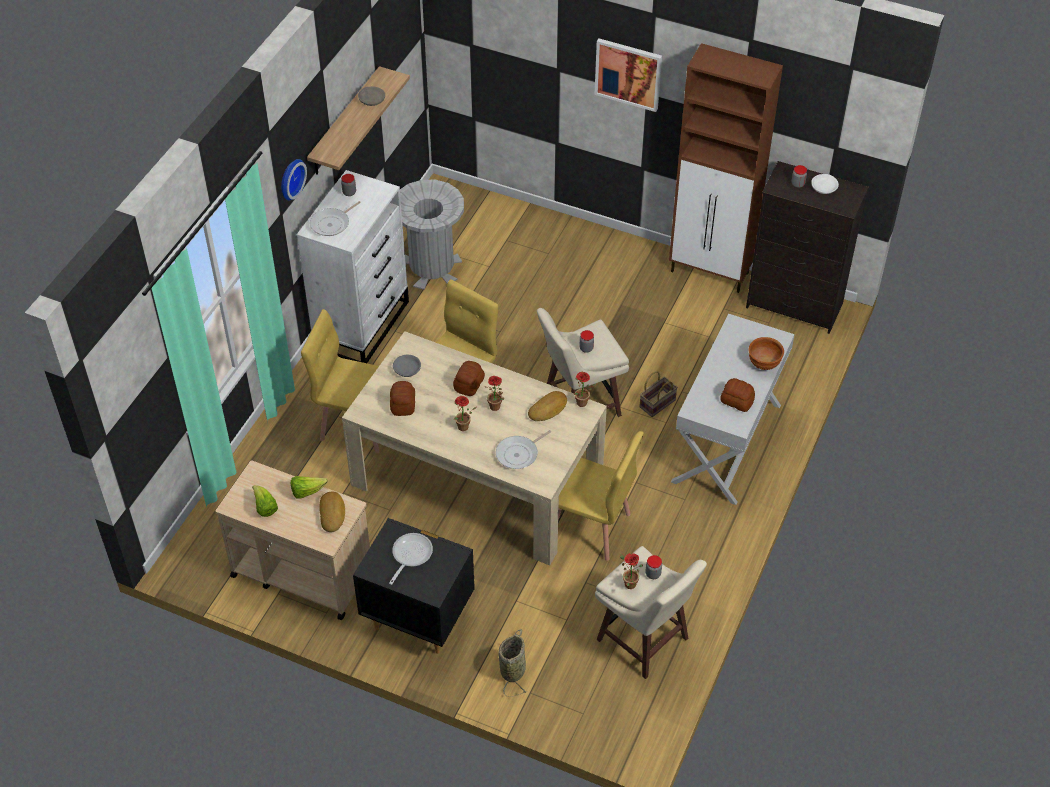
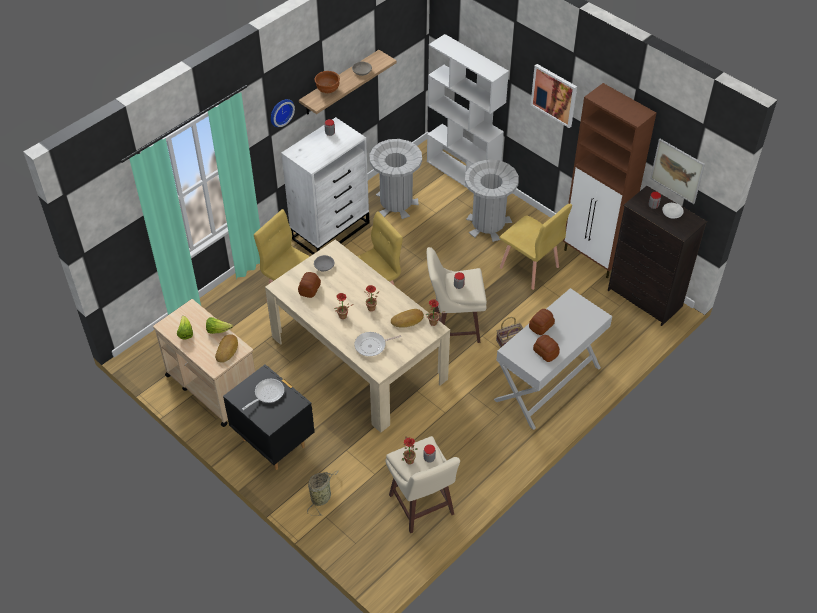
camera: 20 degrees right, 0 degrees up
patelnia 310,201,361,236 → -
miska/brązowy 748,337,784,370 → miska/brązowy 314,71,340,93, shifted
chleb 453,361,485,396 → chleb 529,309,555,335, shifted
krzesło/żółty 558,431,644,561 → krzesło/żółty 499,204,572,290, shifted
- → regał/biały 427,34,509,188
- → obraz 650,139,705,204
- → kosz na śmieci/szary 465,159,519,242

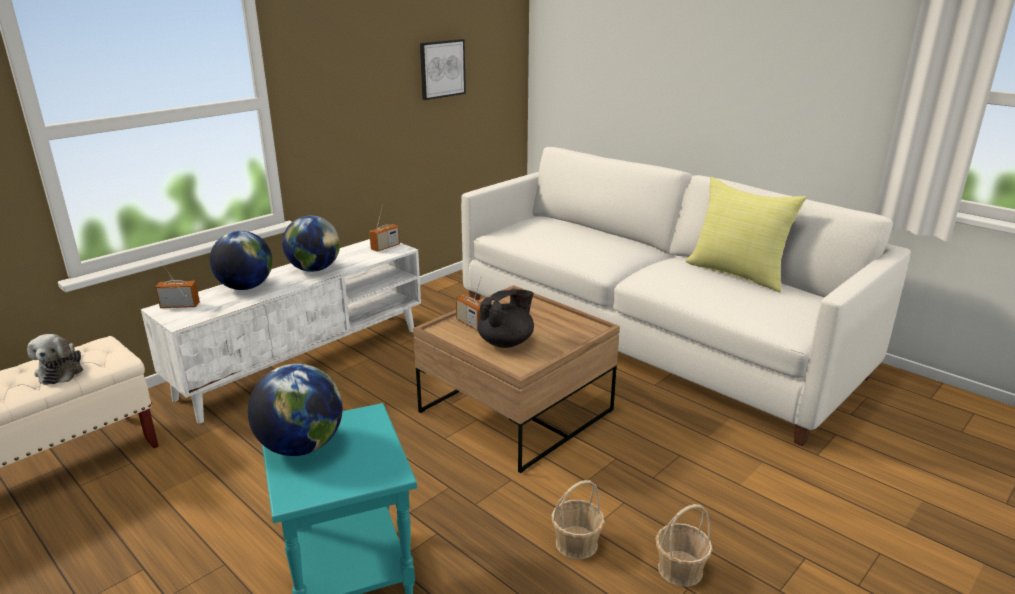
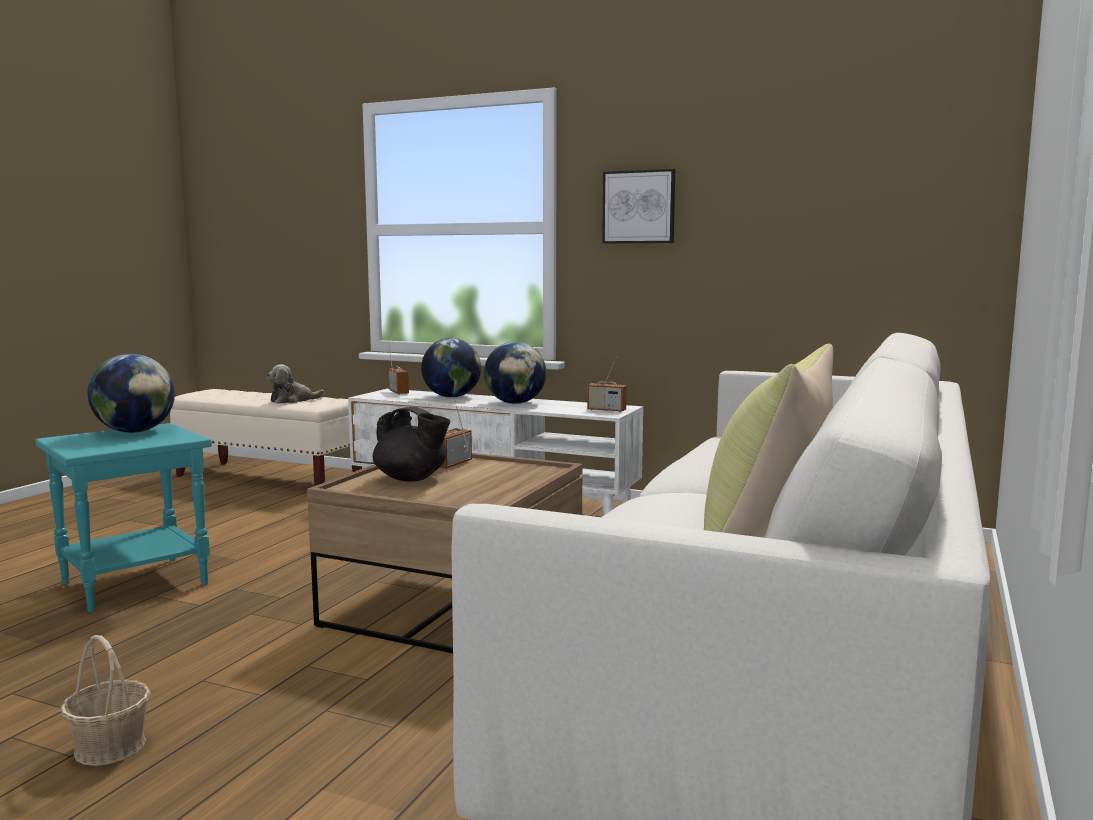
camera: 70 degrees right, 15 degrees down
obraz 420,39,466,100 → obraz 602,169,675,244, shifted
koszyk 552,480,605,559 → -

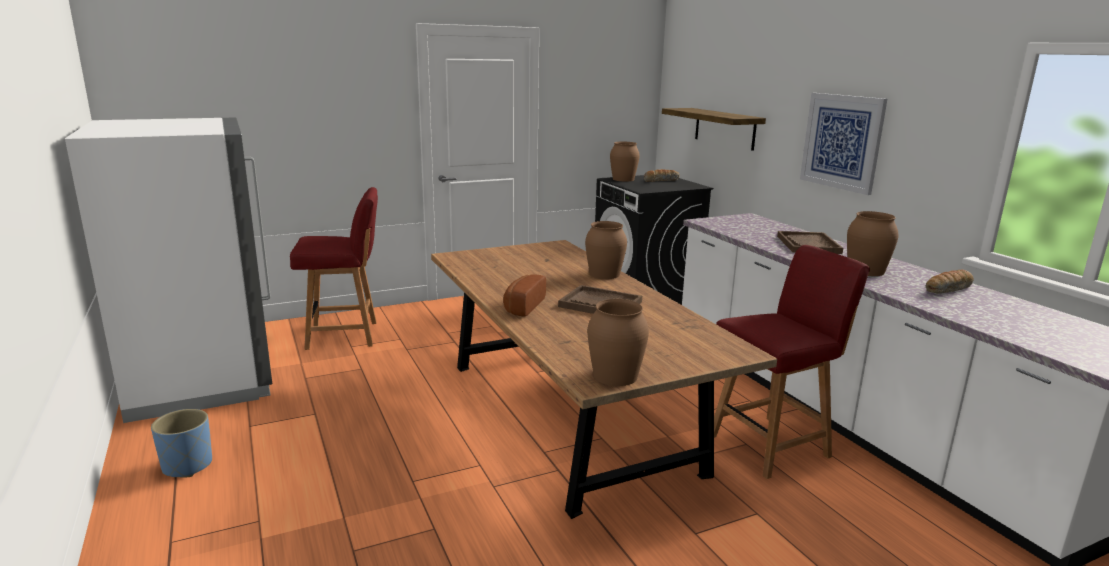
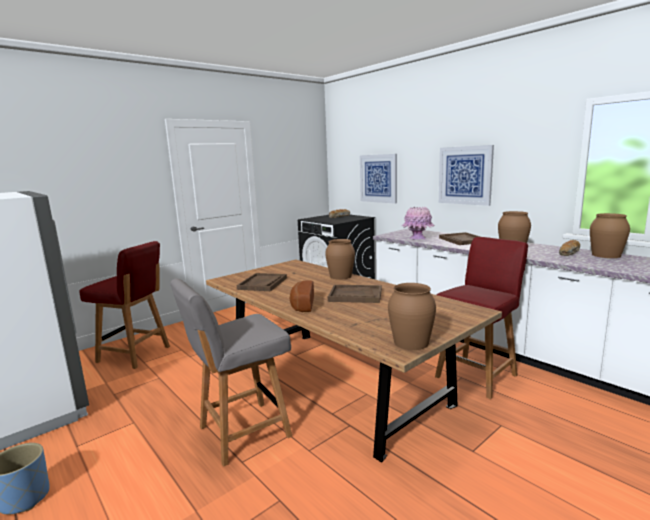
camera: 15 degrees left, 5 degrees down
półka 662,108,766,151 → obraz 360,154,397,204
wazon/brązowy 610,142,640,181 → wazon/brązowy 590,213,630,258, shifted
krzesło/czerwony 290,187,378,350 → krzesło/czerwony 79,241,170,369, 45 degrees clockwise
- → wazon/różowy 401,207,435,239
- → taca/brązowy 237,273,287,291
- → krzesło/szary 171,278,292,467

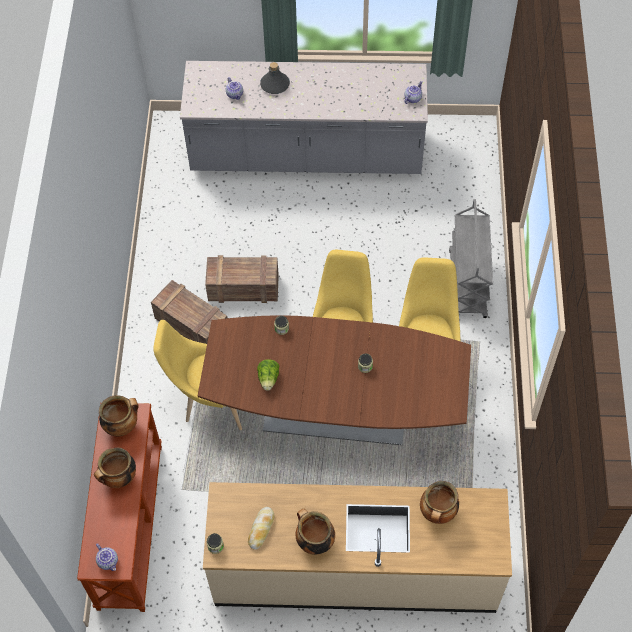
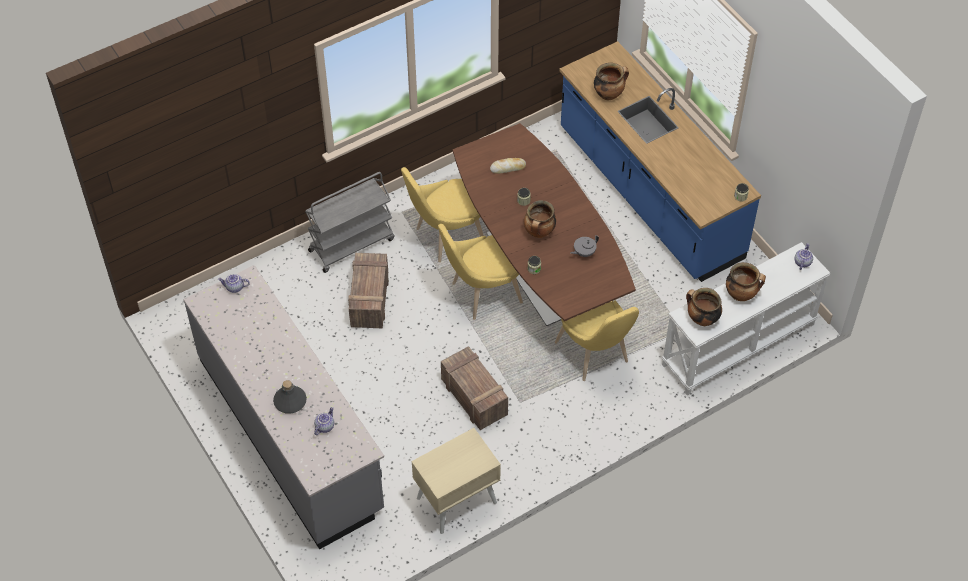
camera: 125 degrees left, 5 degrees down
skrzynka 151,280,228,344 → skrzynka 348,253,389,329, shifted
sałata 257,359,279,391 → imbryk/szary 571,235,599,257
stolik konsolowy/brązowy 77,403,162,612 → stolik konsolowy/biały 662,242,830,396
zabudowa kuchenna/beżowy 203,482,512,613 → zabudowa kuchenna/niebieski 559,41,761,282
chleb 248,507,274,550 → chleb 490,158,526,174, shifted
garnek 295,509,335,555 → garnek 524,200,556,238, shifted
- → szafka nocna/beżowy 411,428,501,534

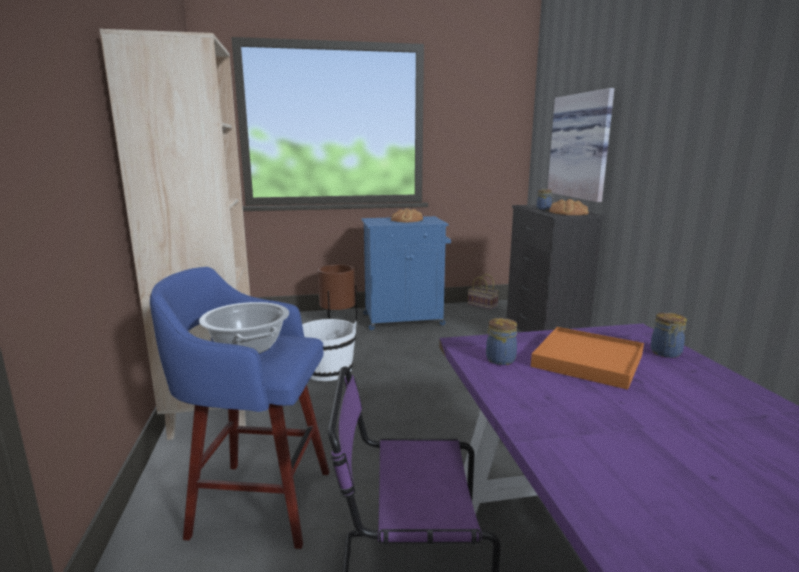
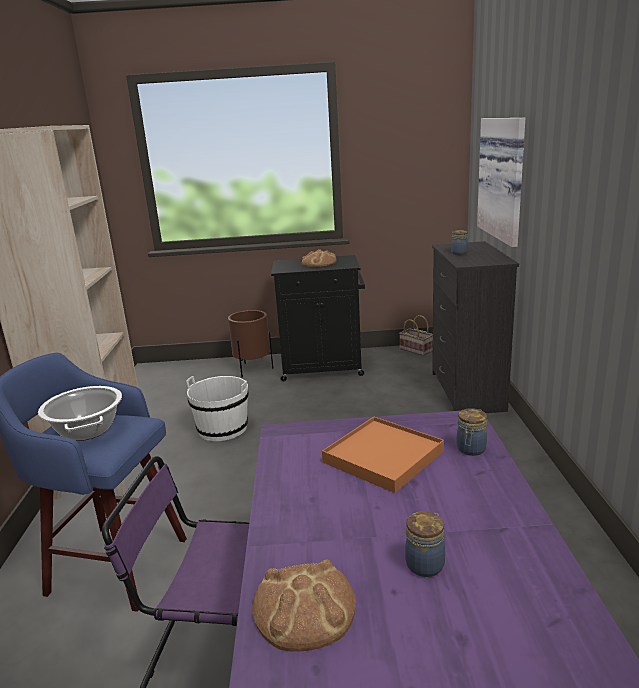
camera: 10 degrees right, 5 degrees up
chleb 549,199,589,215 → chleb 252,560,356,652, shifted
szafka/niebieski 361,216,451,330 → szafka/czarny 271,255,365,381
słoik 486,318,517,365 → słoik 405,511,445,577, shifted

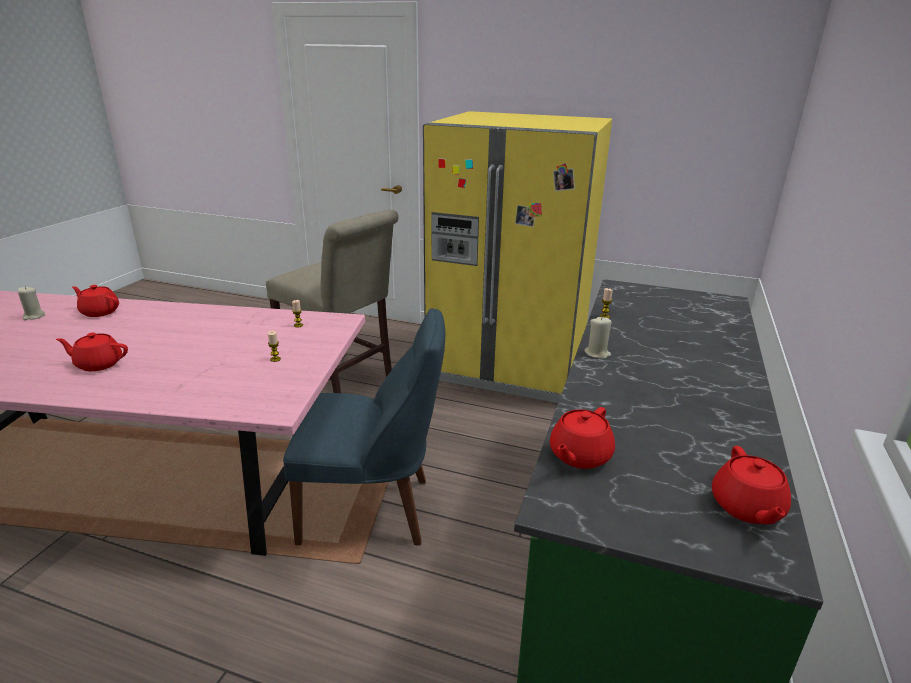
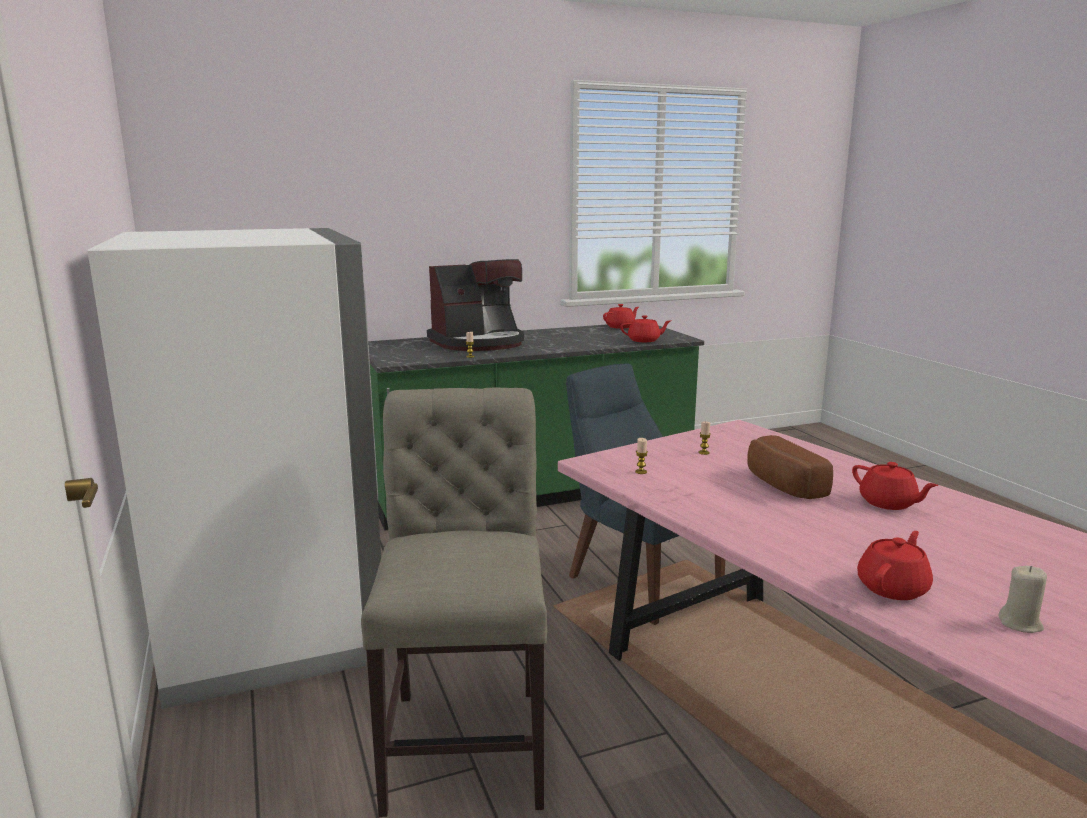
camera: 130 degrees left, 10 degrees down
lodówka/żółty 423,111,612,403 → lodówka/biały 87,228,381,709
imbryk/czerwony 72,285,119,317 → imbryk/czerwony 857,531,933,600, 120 degrees counterclockwise
świeca/beżowy 585,316,612,359 → -
- → ekspres do kawy 427,259,524,351
- → chleb 747,435,833,499

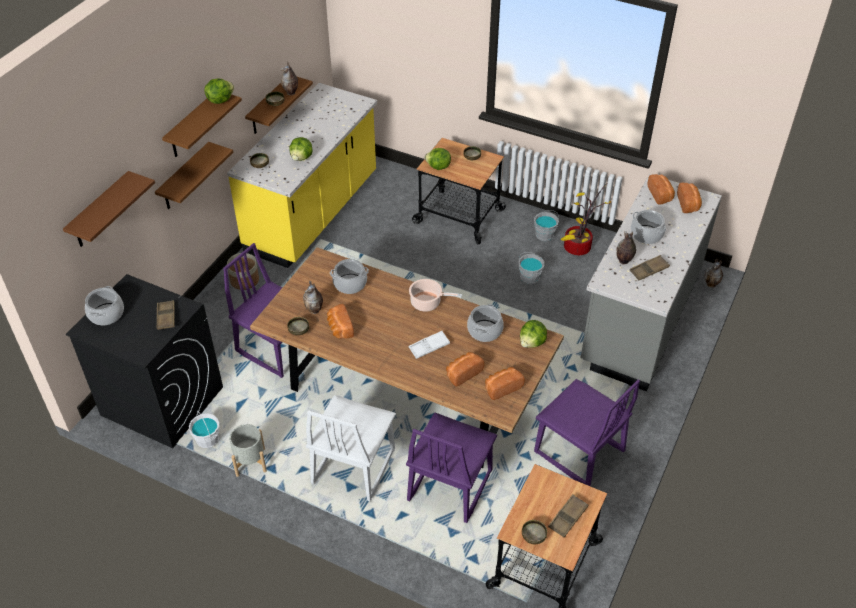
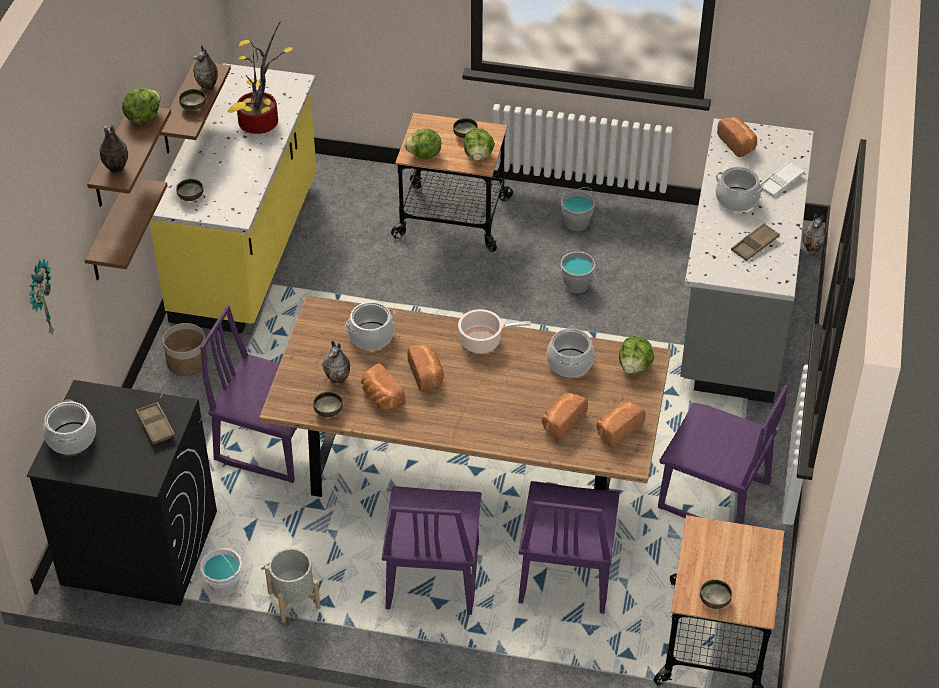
camera: 15 degrees left, 0 degrees up
sałata 290,137,313,161 → sałata 464,128,495,161, shifted
półka/brązowy 63,171,155,247 → zegar ścienny 29,258,54,335
roślina doniczkowa 561,183,611,255 → roślina doniczkowa 227,22,293,134, shifted
chleb 677,183,702,213 → chleb 407,345,444,392, shifted
wazon 616,231,636,264 → wazon 99,125,128,174, shifted
taca/biały 409,331,450,359 → taca/biały 760,161,804,197, shifted
krzesło/biały 306,395,396,501 → krzesło/fioletowy 382,486,481,615
taca/brązowy 548,494,589,537 → -

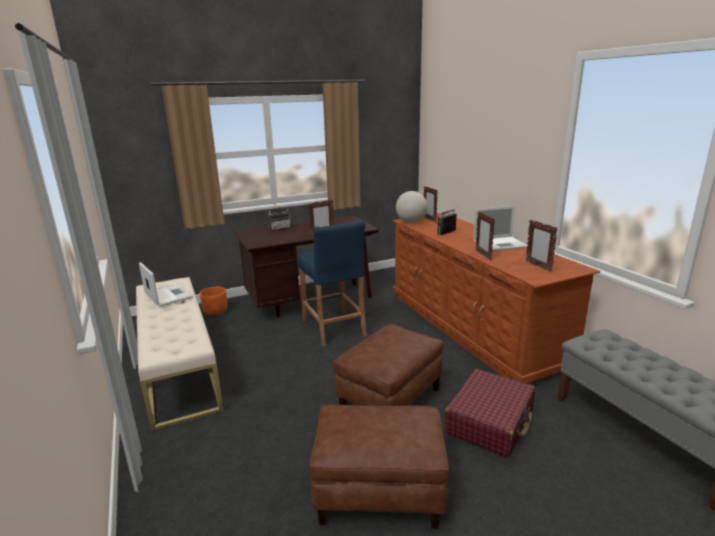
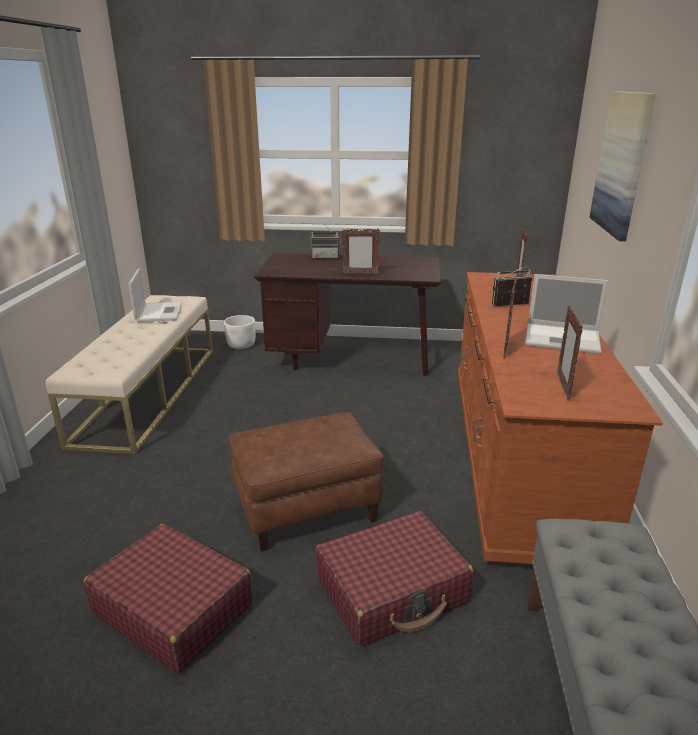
camera: 30 degrees right, 5 degrees up
globus 396,191,427,223 → -
stołek/niebieski 298,221,367,346 → -
donica/pomarańczowy 200,287,227,315 → donica/biały 224,315,255,349
pufa/brązowy 309,405,449,529 → walizka/czerwony 84,524,252,673
- → obraz 590,91,656,241

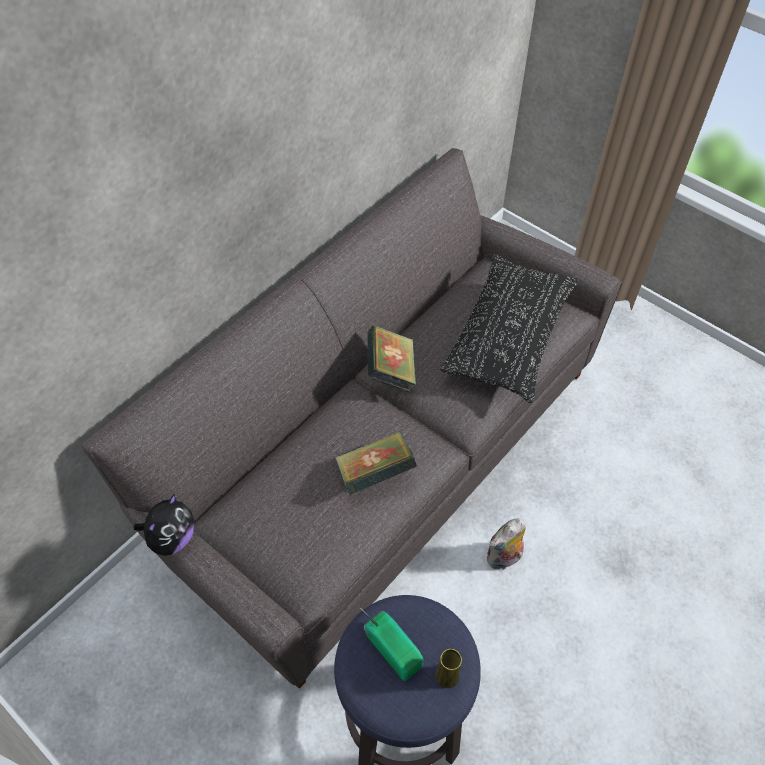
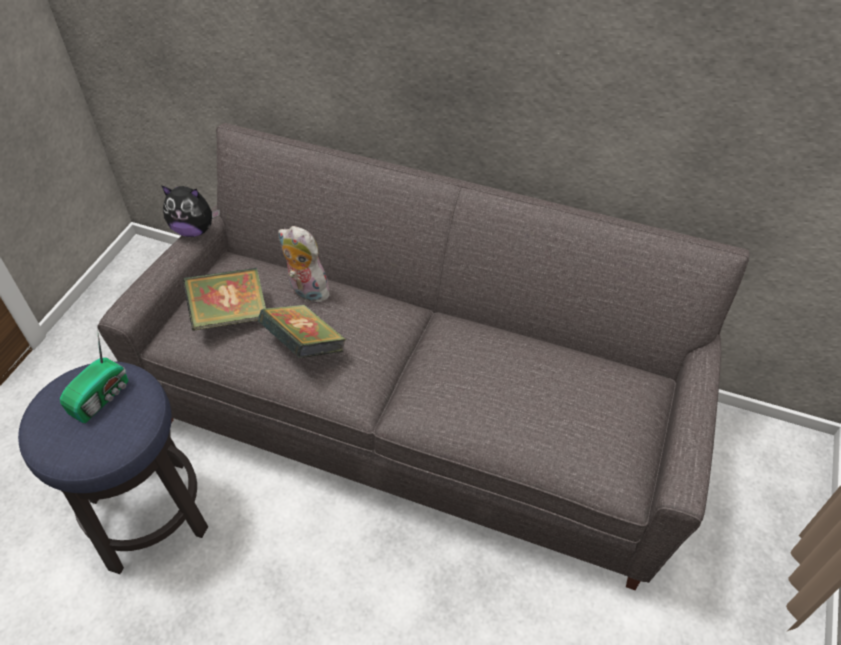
camera: 70 degrees right, 5 degrees down
poduszka/czarny 440,254,578,403 → -
książka 367,325,416,392 → książka 183,268,266,331, shifted
pluszak 487,519,526,570 → pluszak 278,226,330,303, shifted
wazon/żółty 435,648,462,688 → -

